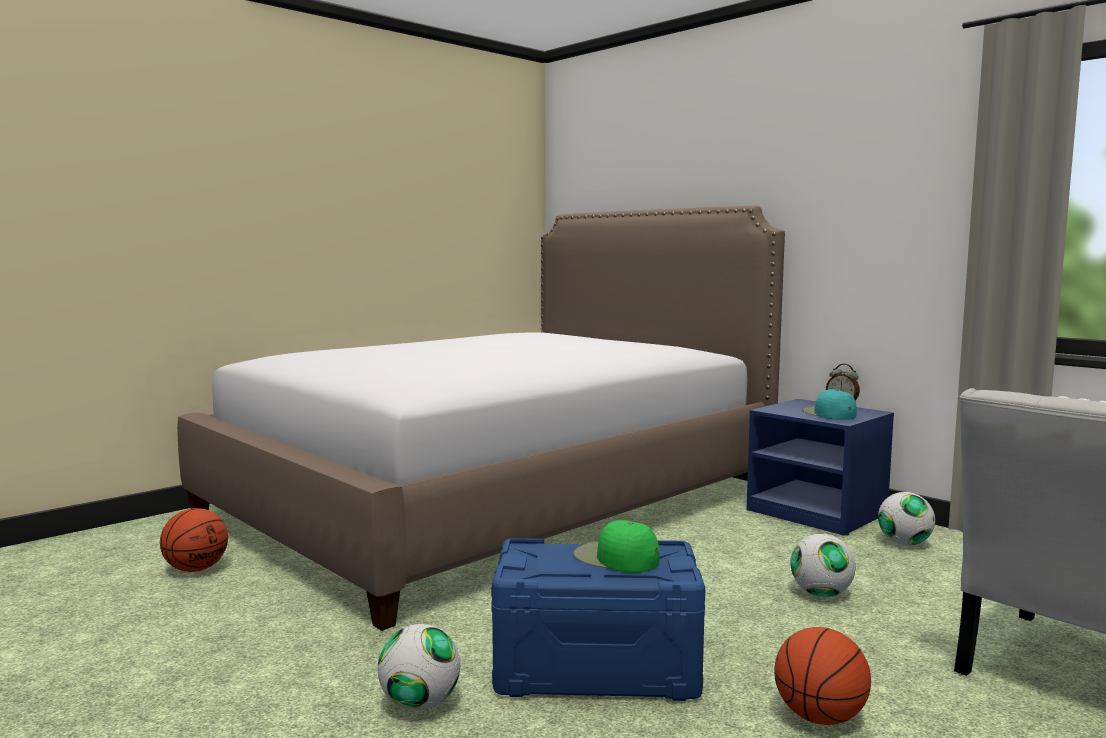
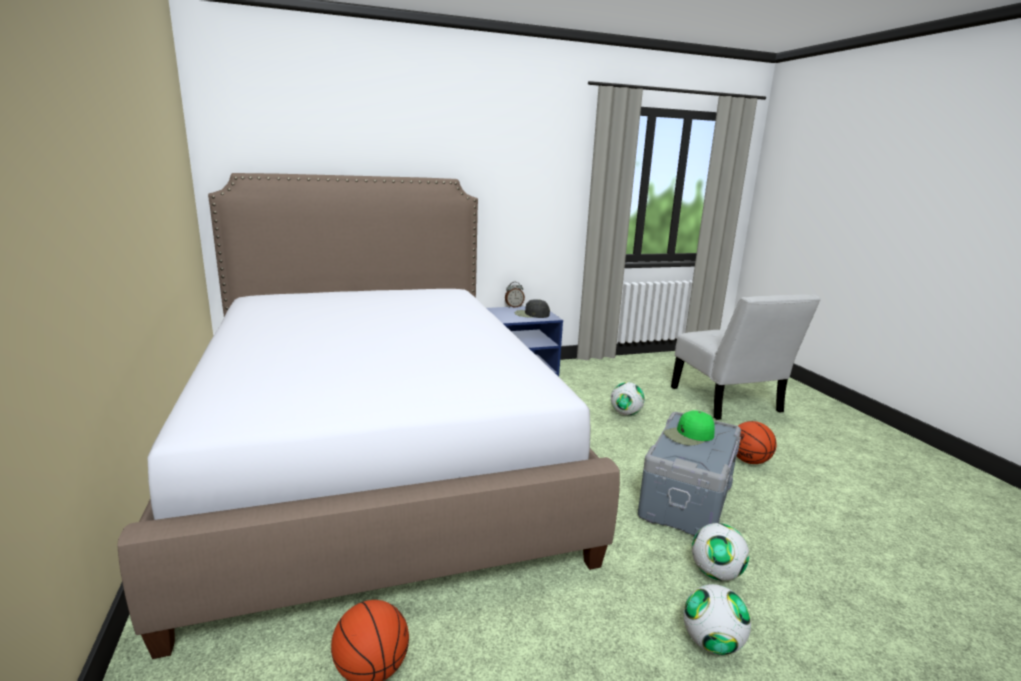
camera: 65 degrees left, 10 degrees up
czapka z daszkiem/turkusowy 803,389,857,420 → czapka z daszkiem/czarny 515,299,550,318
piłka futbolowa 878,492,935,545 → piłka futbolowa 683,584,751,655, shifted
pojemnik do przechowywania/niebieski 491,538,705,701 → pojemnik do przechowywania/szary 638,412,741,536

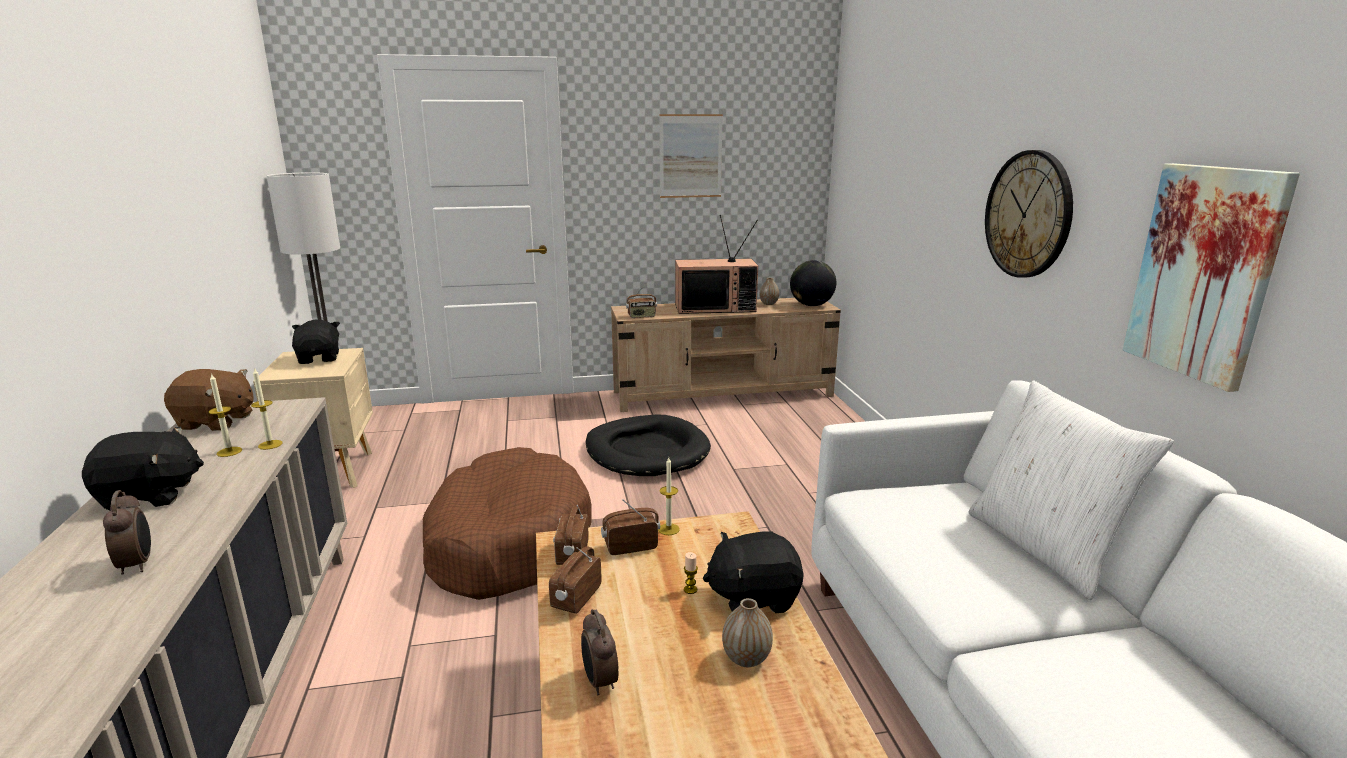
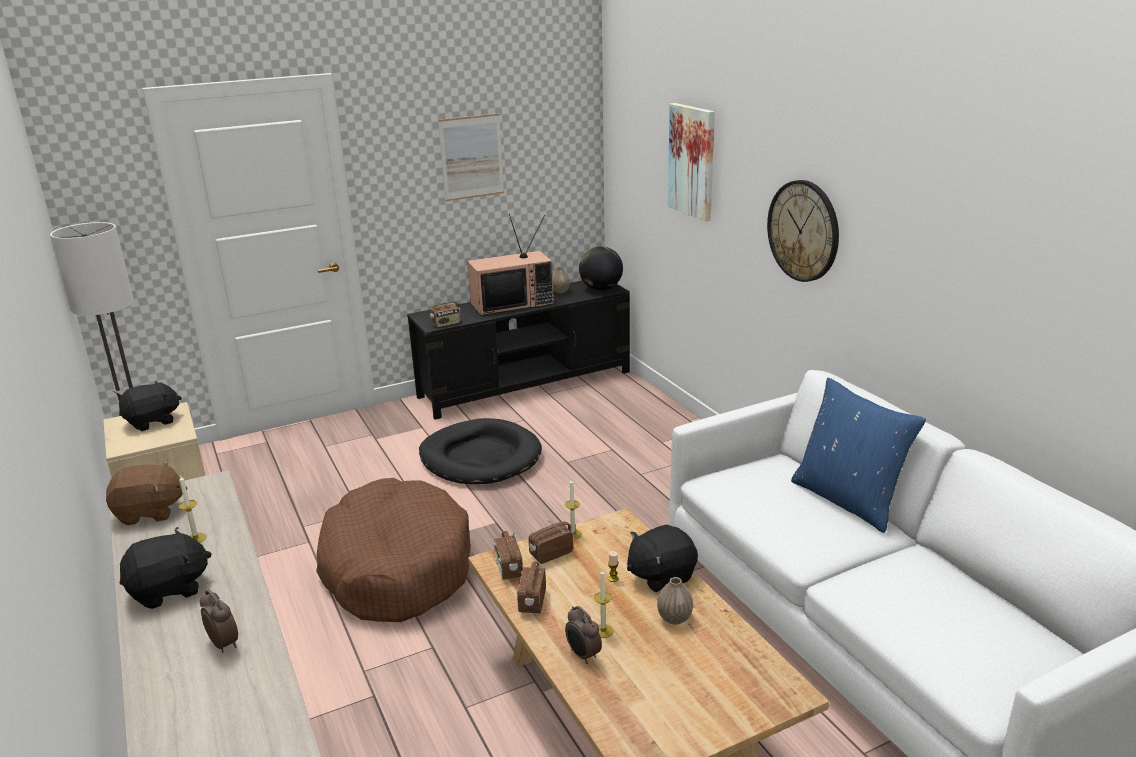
camera: 15 degrees left, 5 degrees up
obraz 1123,163,1300,392 → obraz 668,103,715,221, shifted
szafka pod telewizor/beżowy 611,298,841,412 → szafka pod telewizor/czarny 407,280,630,420
pluszak/czarny 292,320,340,364 → pluszak/czarny 119,381,182,431, 90 degrees clockwise
świeca 251,367,282,450 → świeca 594,568,613,638, shifted
poduszka/biały 968,380,1174,600 → poduszka/niebieski 791,377,926,533

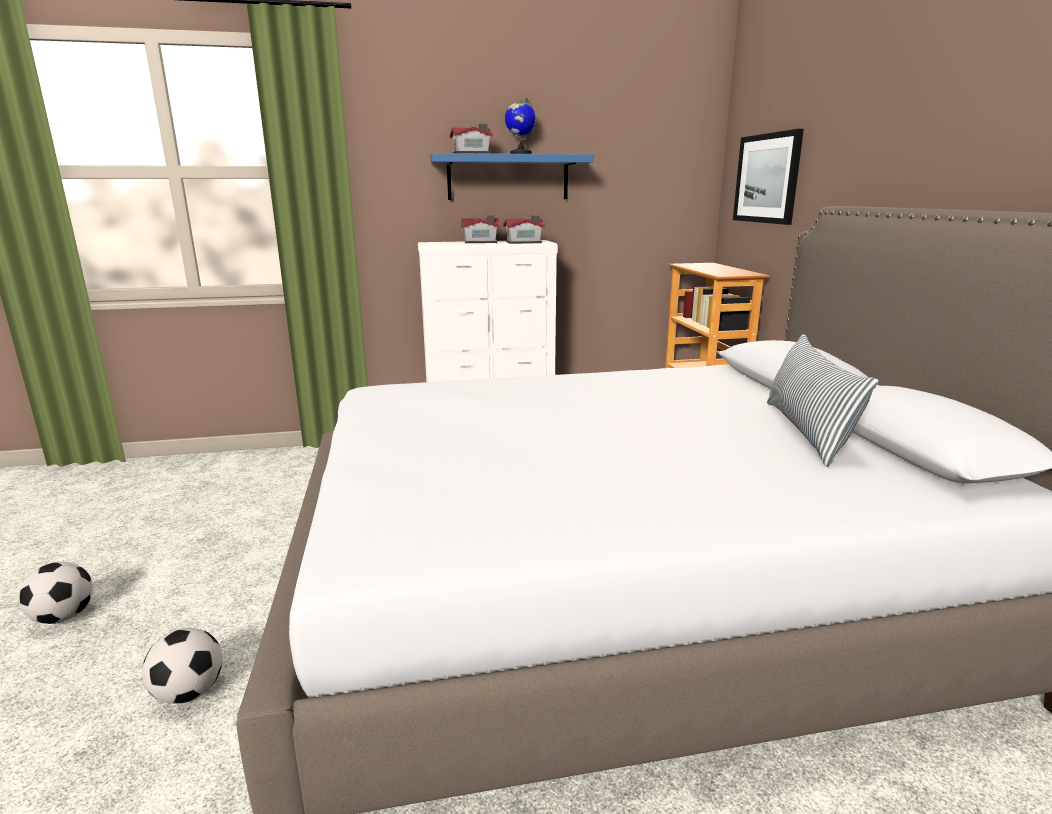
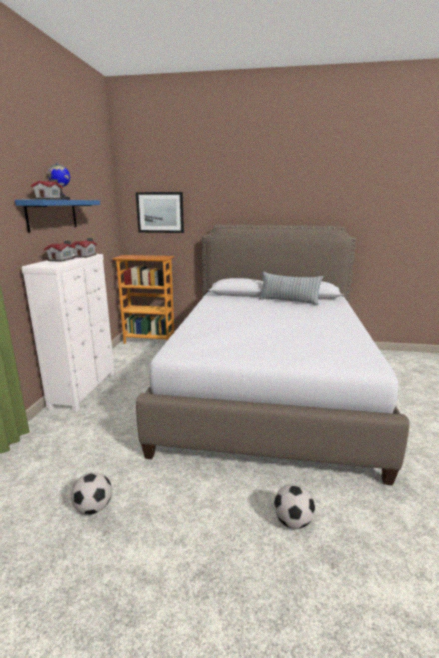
camera: 70 degrees left, 0 degrees up
piłka futbolowa 19,562,93,624 → piłka futbolowa 71,472,112,515, shifted

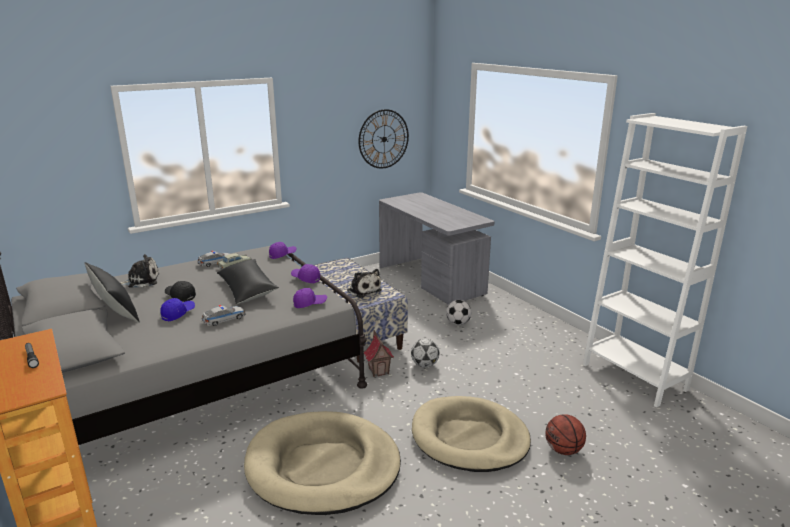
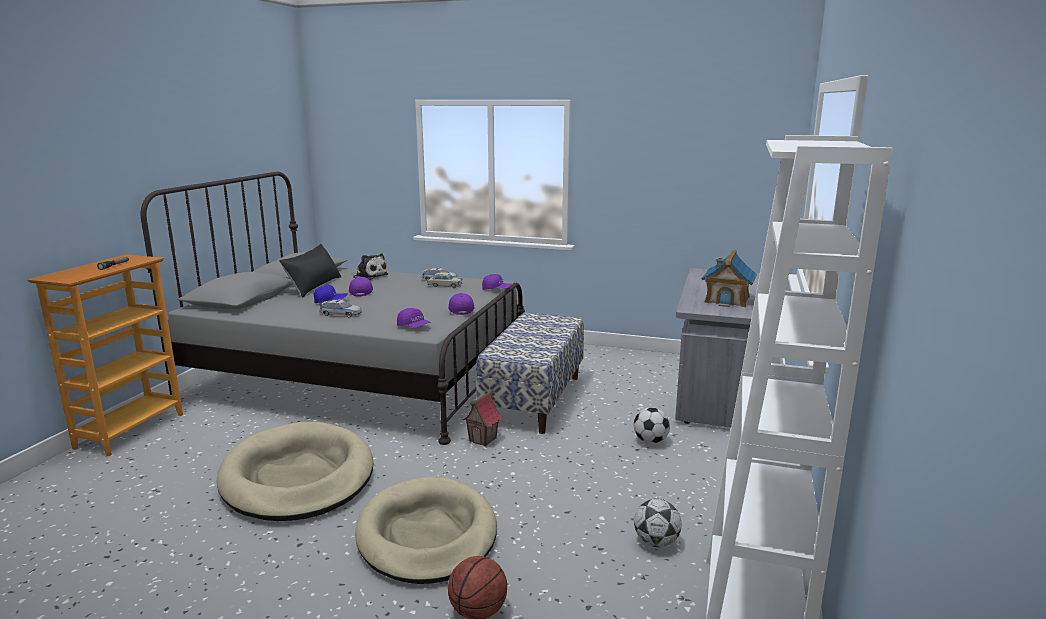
camera: 50 degrees right, 5 degrees down
zegar ścienny 359,109,409,169 → -
poduszka/czarny 217,259,279,304 → -
pluszak 347,269,382,298 → -
czapka z daszkiem/czarny 165,281,196,302 → czapka z daszkiem/fioletowy 349,277,373,296
piłka futbolowa 411,339,439,367 → piłka futbolowa 634,499,682,547, shifted
- → domek 701,250,757,307

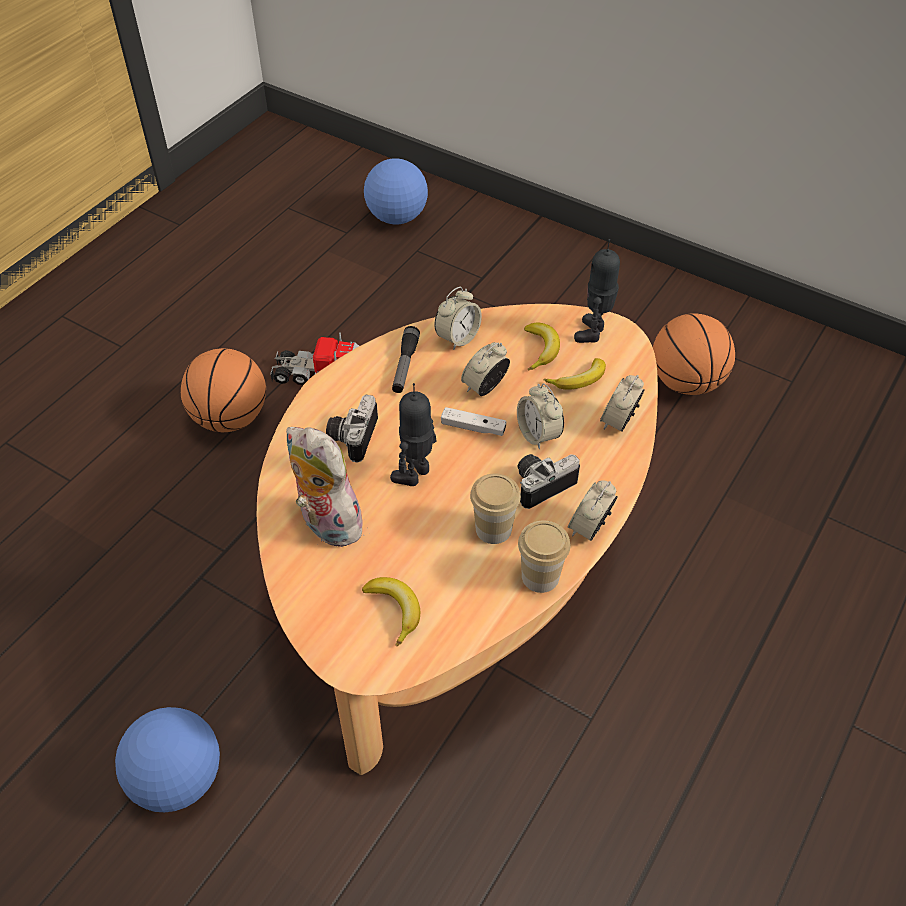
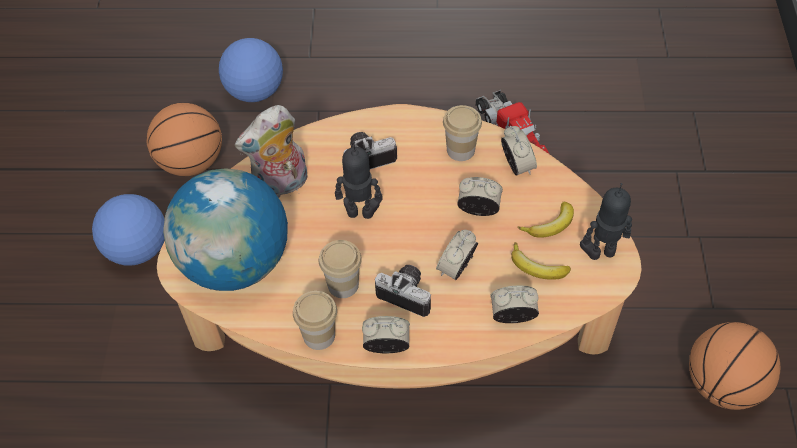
camera: 60 degrees right, 5 degrees up
piłka futbolowa 364,158,428,225 → piłka futbolowa 219,38,283,102, shifted
budzik 434,287,482,350 → budzik 501,126,537,176, 120 degrees counterclockwise
latarka 392,326,420,393 → filiżanka 443,105,482,161
piłka do koszykówki 181,348,266,432 → piłka do koszykówki 146,103,222,176, shifted
pad do gier/biały 441,407,506,436 → -
pluszak 286,427,367,547 → pluszak 235,105,307,198, 135 degrees counterclockwise
banan 362,577,420,646 → globus 163,168,288,291

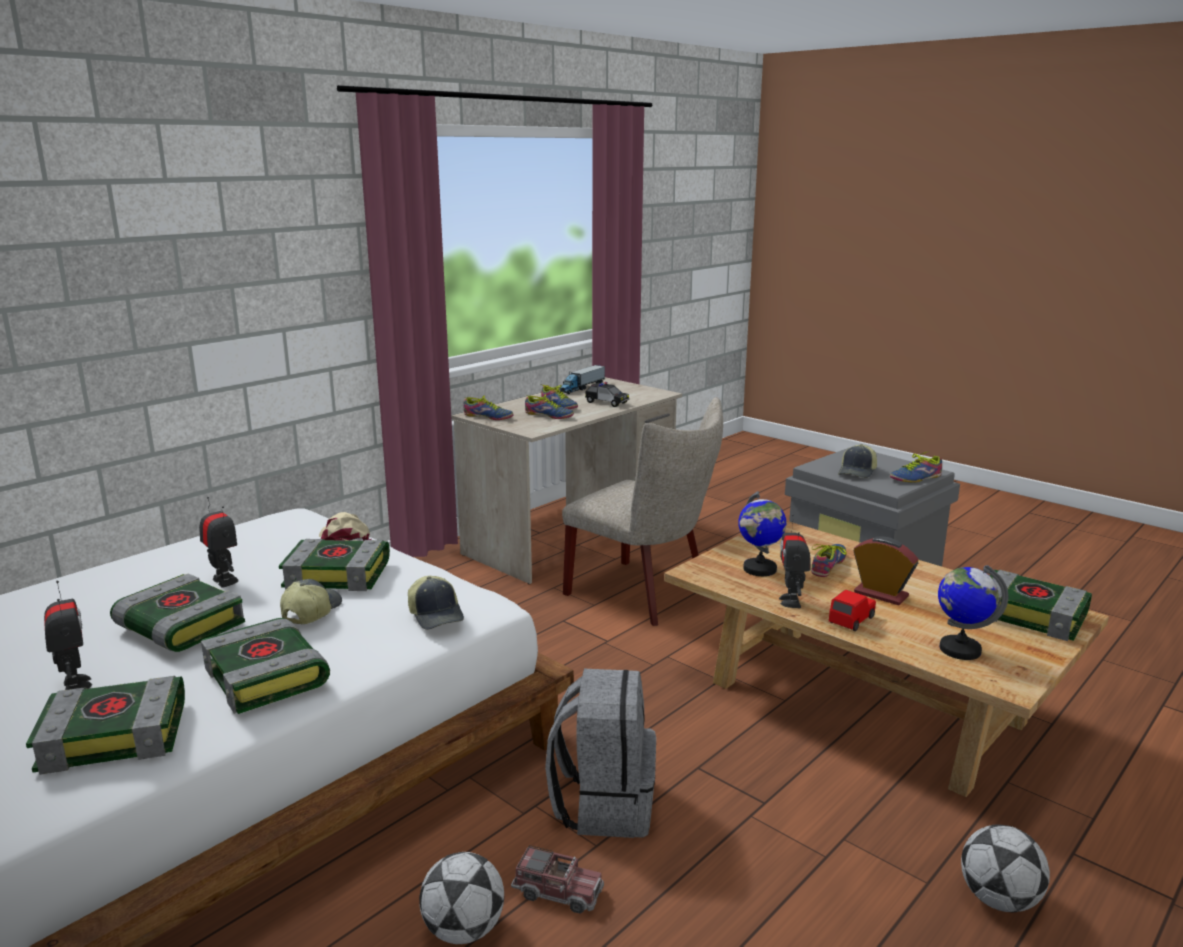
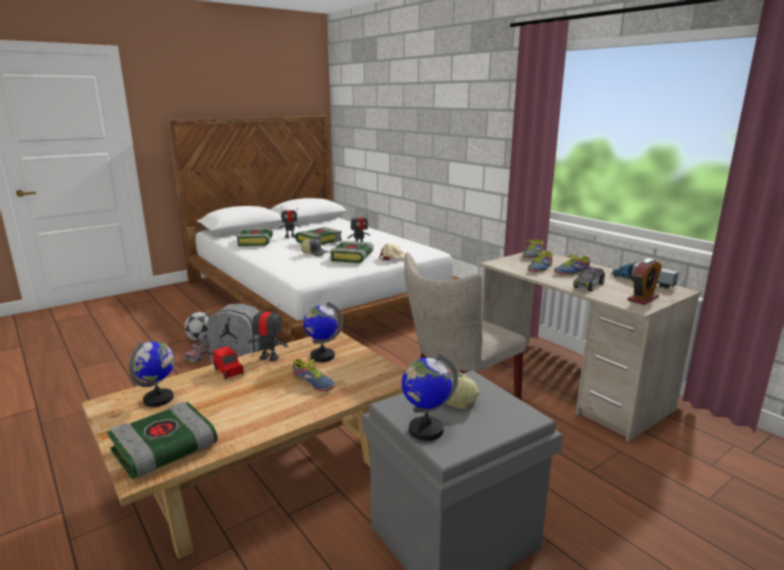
camera: 100 degrees right, 0 degrees up
but 890,451,942,482 → globus 402,354,458,441
budzik 853,536,919,605 → budzik 627,258,662,305, shifted
czapka z daszkiem 408,576,464,630 → -
książka 201,618,330,714 → -
piłka futbolowa 961,825,1050,912 → -

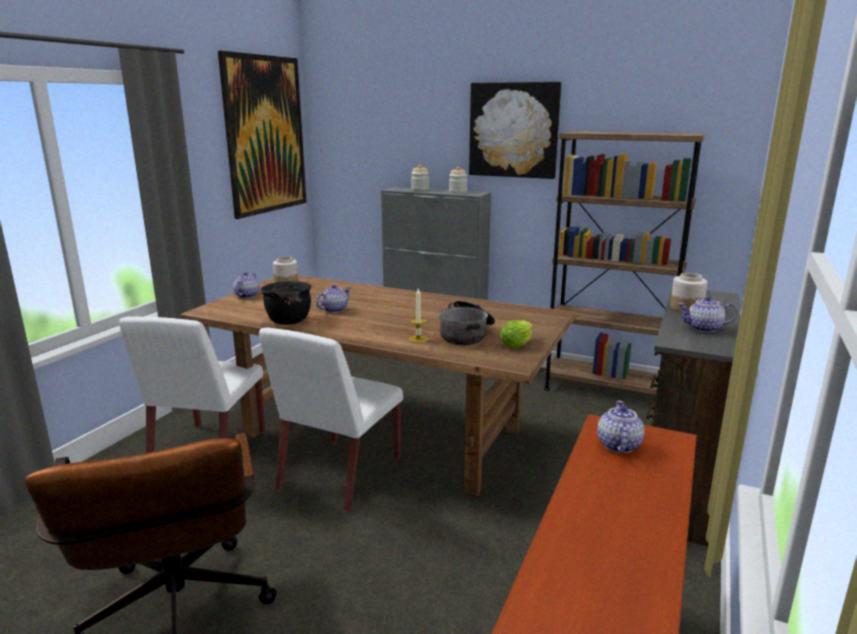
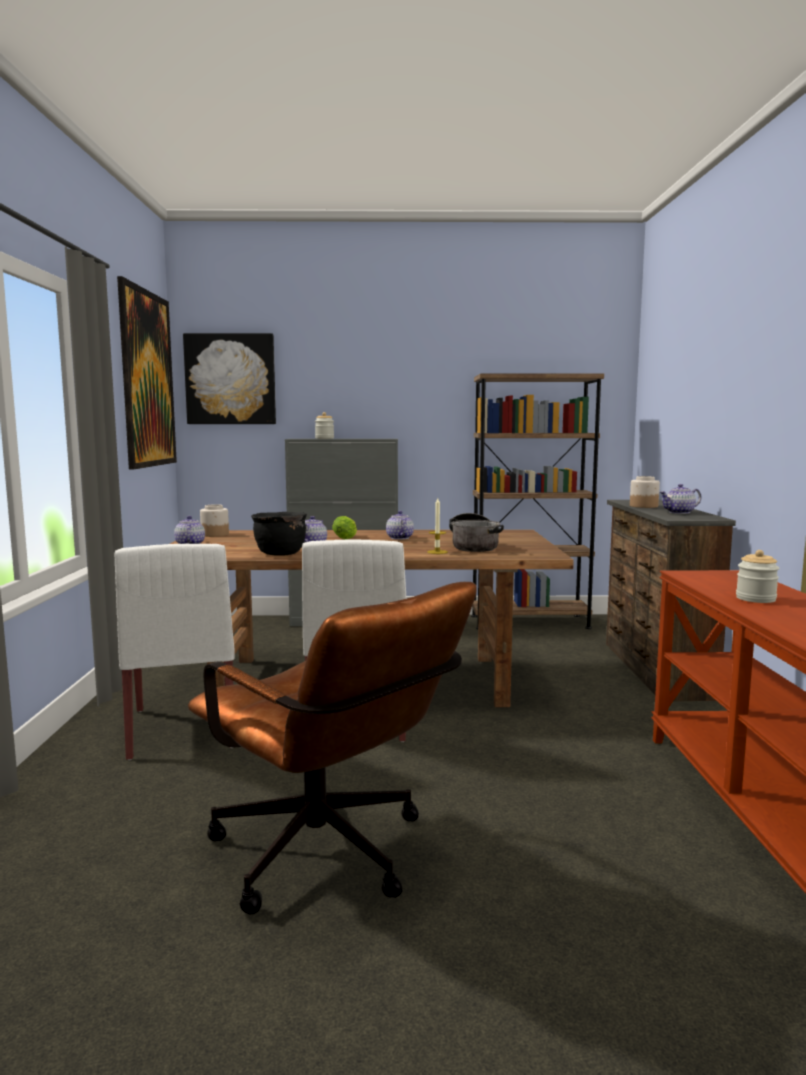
camera: 25 degrees left, 10 degrees down
obraz 469,82,561,179 → obraz 183,333,276,424, shifted
słoik 449,167,468,194 → słoik 736,550,779,603, shifted
sałata 499,320,533,348 → sałata 332,516,357,540, shifted
imbryk 597,400,644,453 → imbryk 386,511,414,539, shifted

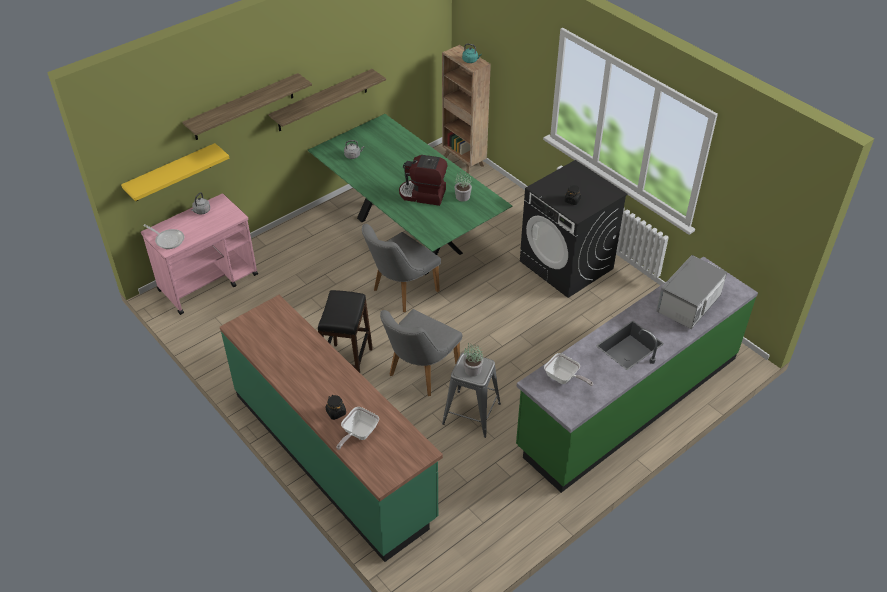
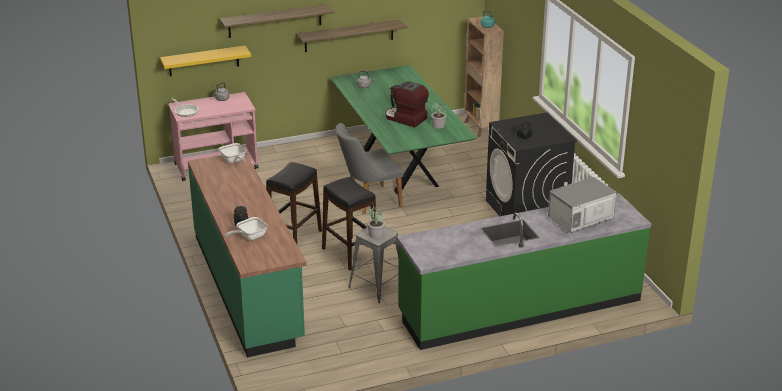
camera: 20 degrees right, 15 degrees down
krzesło/szary 380,309,462,396 → stołek/czarny 322,177,376,270
patelnia 544,353,593,386 → patelnia 219,143,246,163, shifted

